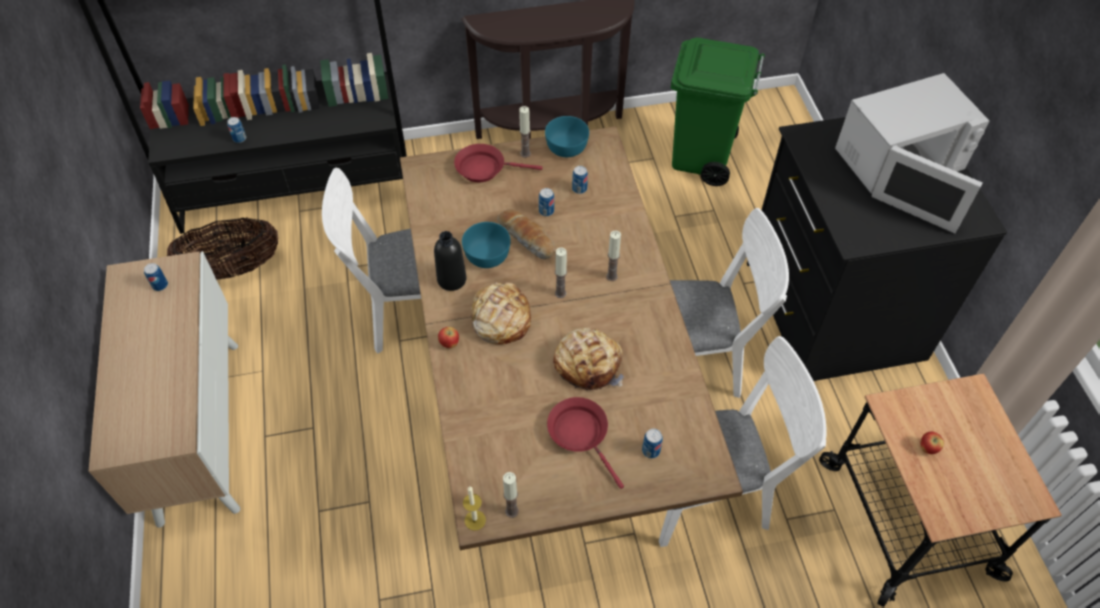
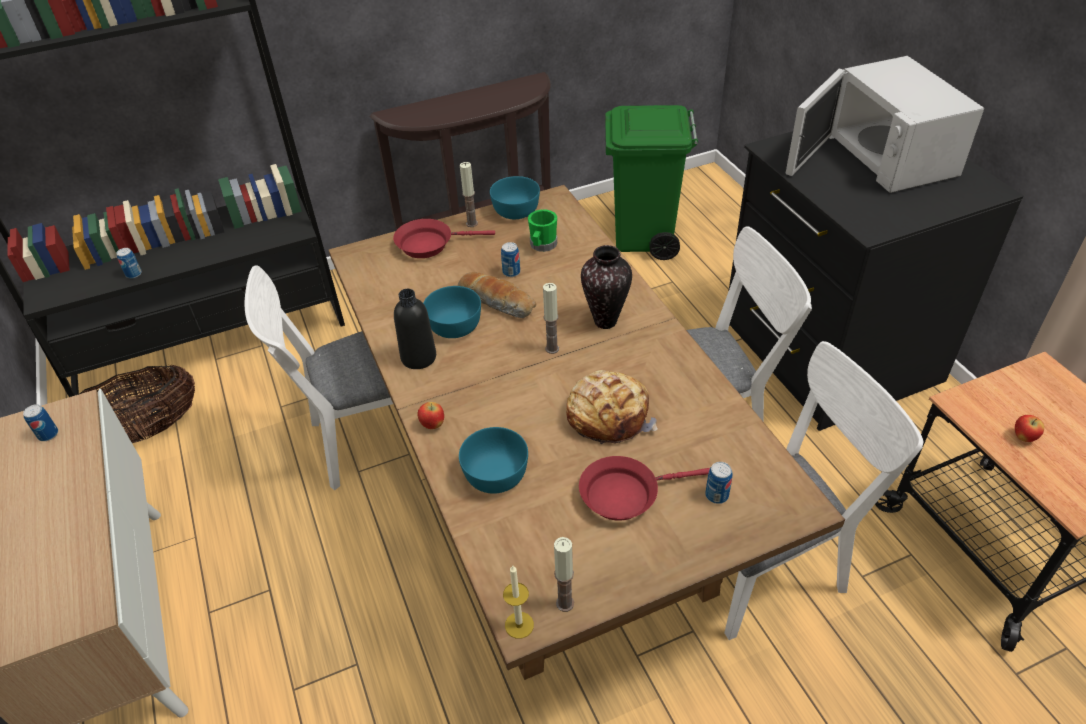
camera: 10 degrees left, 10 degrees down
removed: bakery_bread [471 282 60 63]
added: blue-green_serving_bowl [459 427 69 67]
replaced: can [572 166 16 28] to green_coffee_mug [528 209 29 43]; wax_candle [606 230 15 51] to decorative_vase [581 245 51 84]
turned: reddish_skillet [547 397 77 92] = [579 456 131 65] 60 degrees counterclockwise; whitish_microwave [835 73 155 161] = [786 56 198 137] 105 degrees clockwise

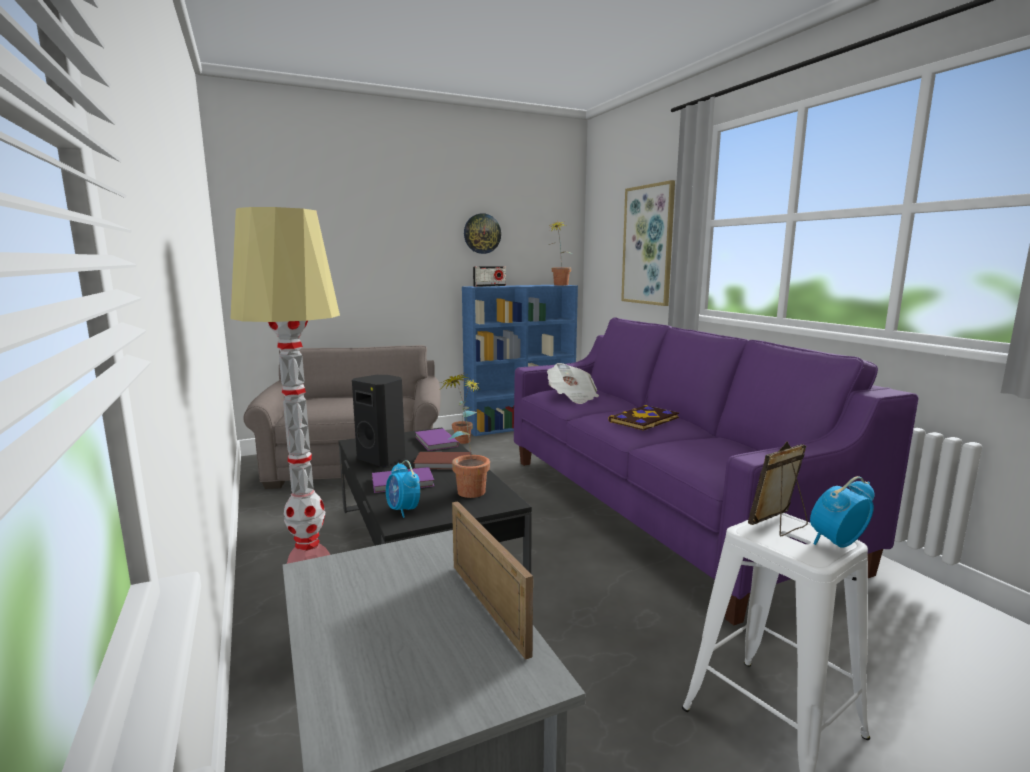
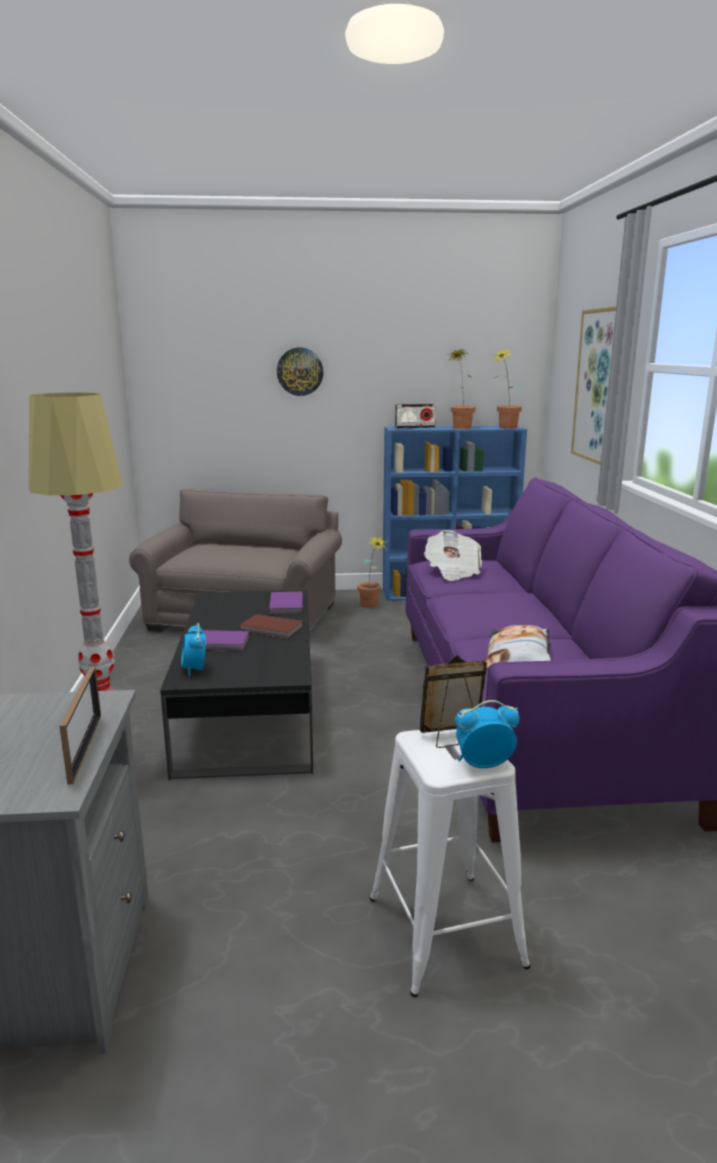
camera: 20 degrees right, 5 degrees up
removed: black-coloured_speaker [352 375 53 91]; bound_book [608 405 71 26]
added: cushion [486 625 65 45]
moved: houseplant [441 372 49 126] to [447 348 29 81]; hanging_clock [464 213 37 41] to [277 348 46 48]

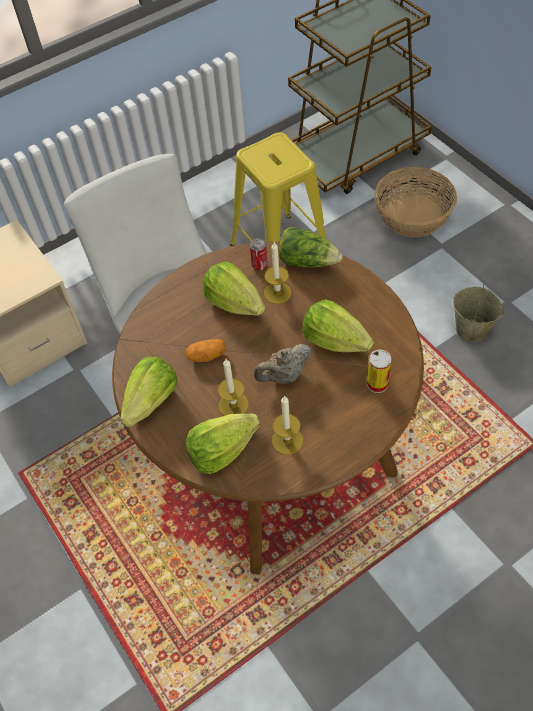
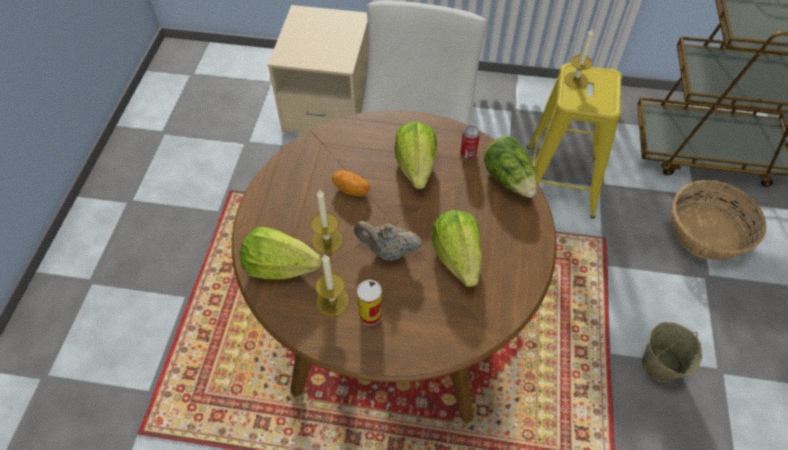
camera: 40 degrees right, 0 degrees up
removed: lettuce [120 357 58 70]
moved: wax_candle [264 242 28 62] to [564 27 30 62]; can [367 349 24 44] to [357 280 25 46]

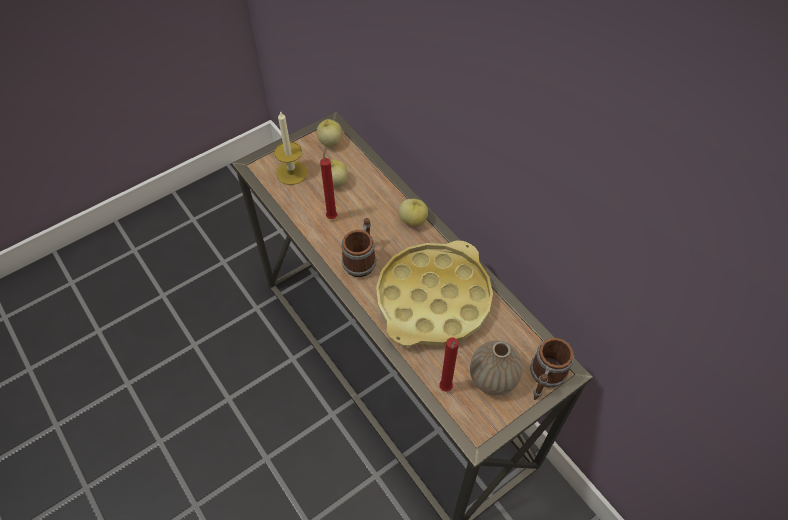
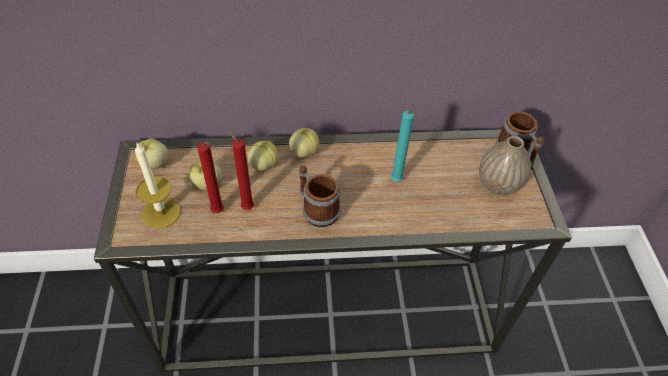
camera: 60 degrees left, 5 degrees down
added: whole_apple [248 141 31 30]
moved: reddish_wax_candle [439 338 20 54] to [197 141 27 72]
replaced: yellow_carrying_tray [376 240 117 107] to blue-green_wax_candle [391 110 26 72]

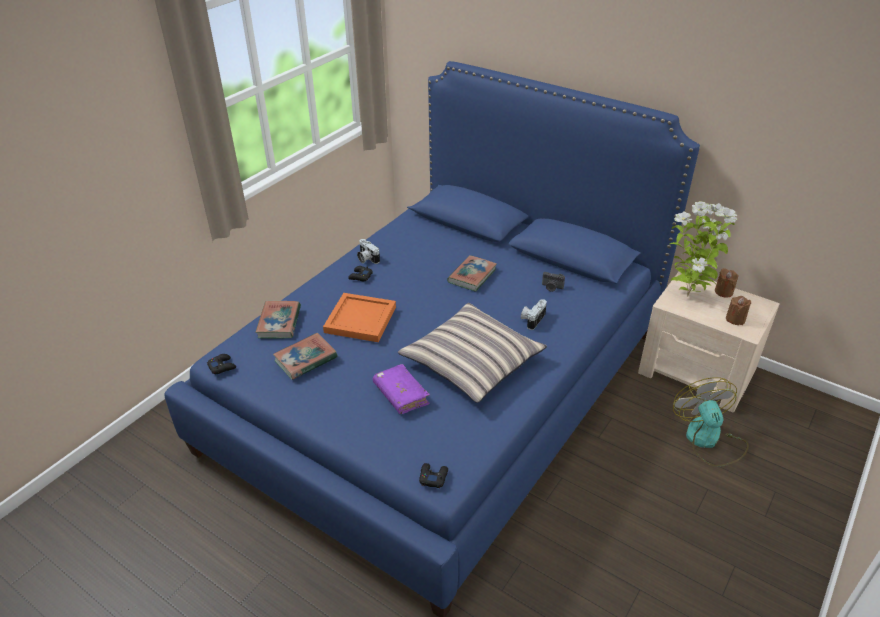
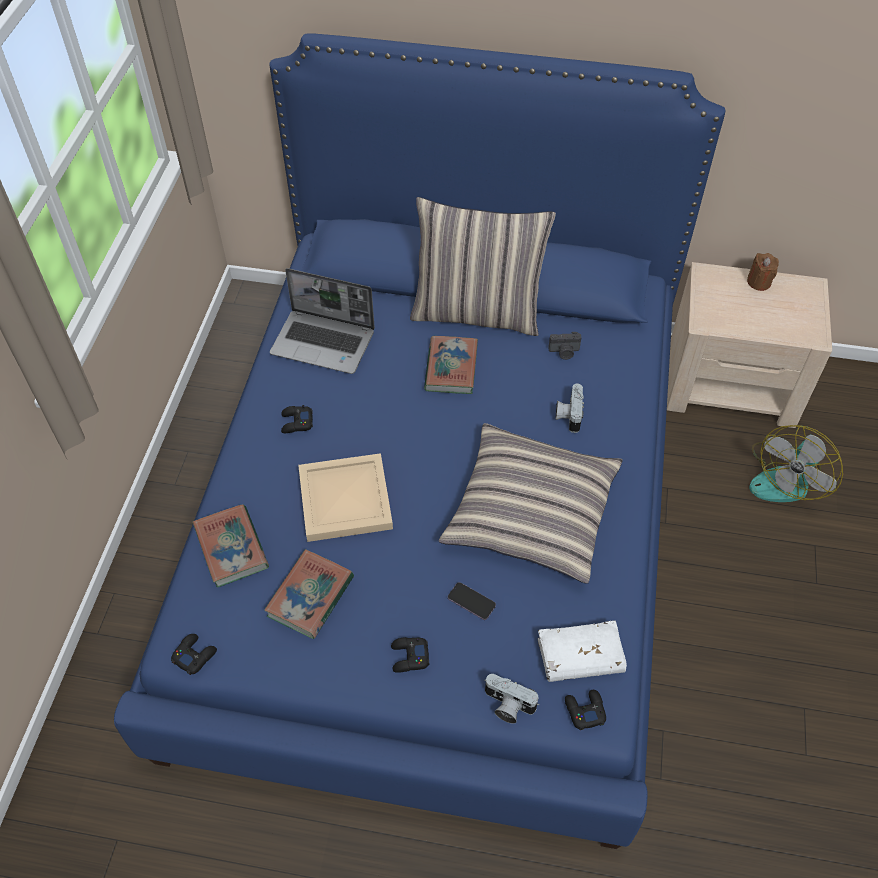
camera: 25 degrees left, 15 degrees up
removed: houseplant [670 201 68 96]; brown_wax_candle [726 296 25 29]
added: notebook_computer [270 268 105 106]; black-coloured_game_controller [391 637 38 36]; cushion [410 197 146 139]; whitish_bound_book [538 620 89 62]
moved: still_camera [357 239 23 25] to [484 674 55 50]
replaced: purplish_bound_book [373 364 57 50] to handset [448 582 48 38]
recoloured: orange-coloured_carrying_tray [323 293 73 49] to sand-coloured_carrying_tray [298 453 95 89]
turned: fan [673 377 76 89] = [749 425 94 77] 105 degrees counterclockwise

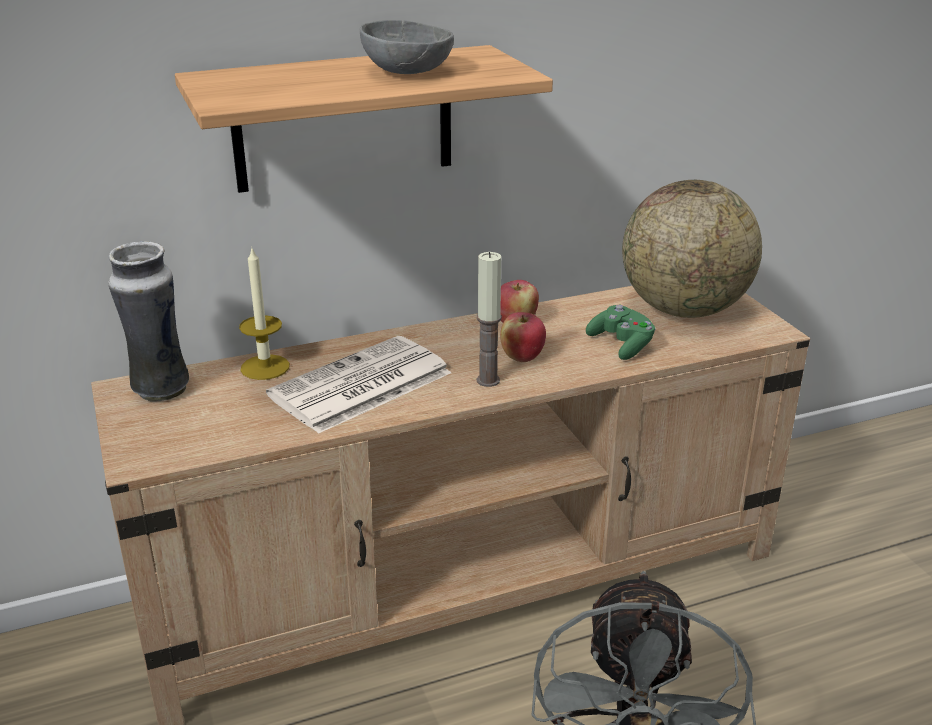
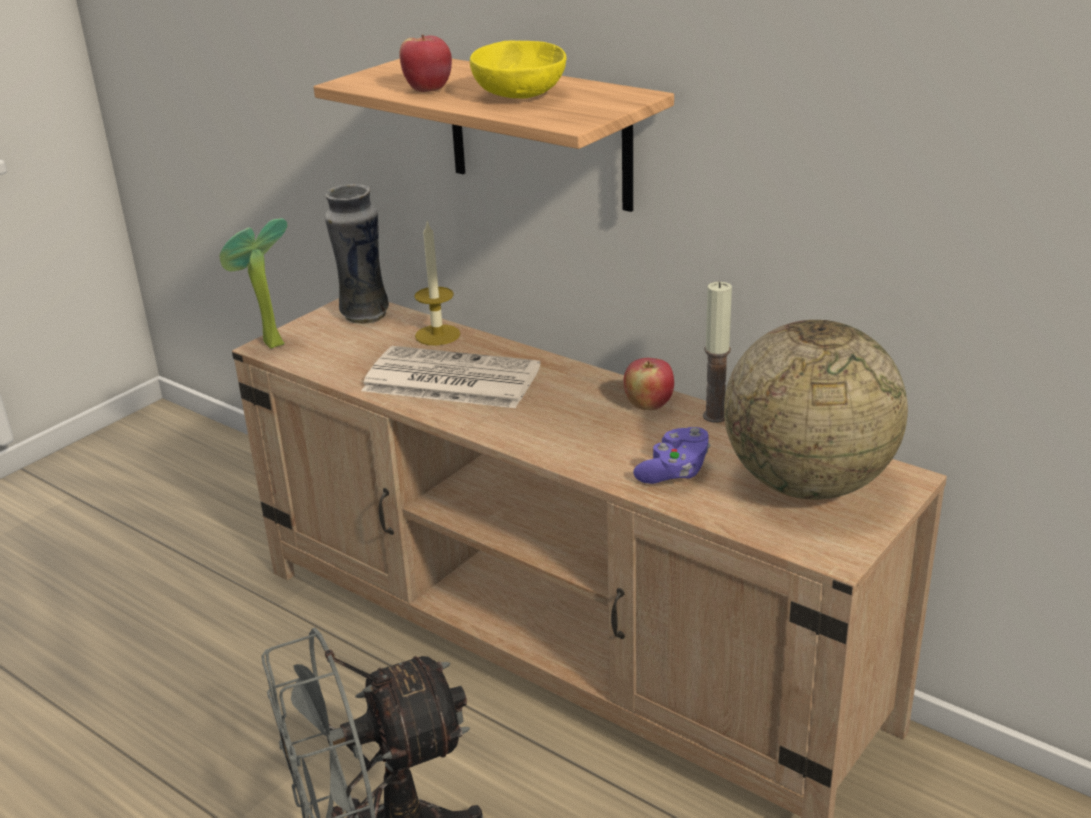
camera: 60 degrees right, 0 degrees up
added: houseplant [220 218 67 131]
moved: wax_candle [477 252 25 135] to [703 282 29 141]; whole_apple [500 312 46 50] to [400 35 52 57]
recoloured: gray_serving_bowl [360 20 94 54] to yellow_serving_bowl [470 40 96 59]; green_game_controller [586 305 70 55] to purplish_game_controller [633 427 77 57]

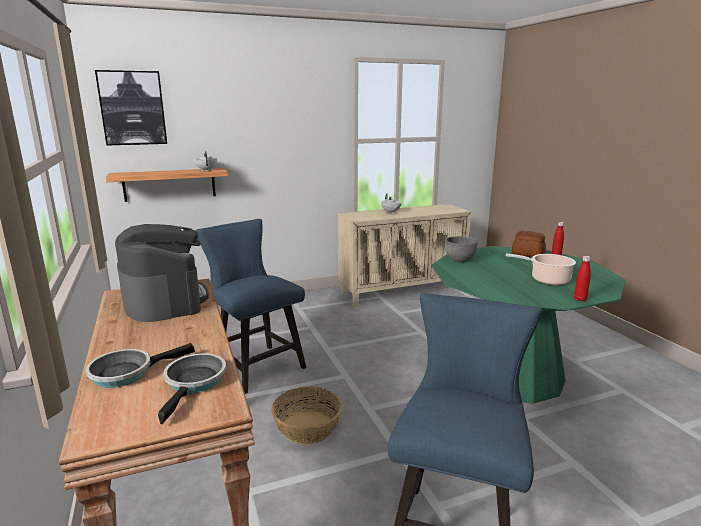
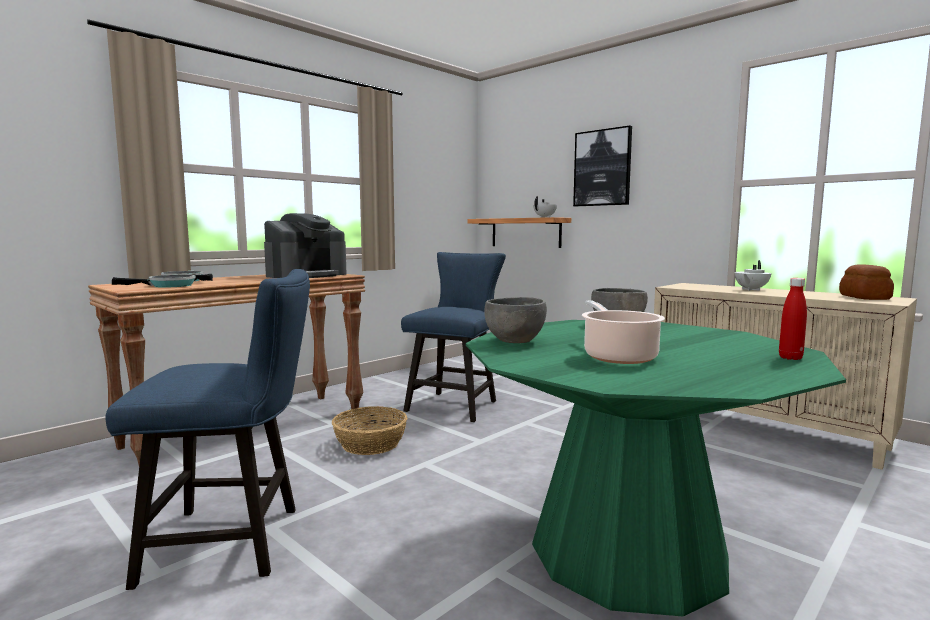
camera: 65 degrees right, 10 degrees down
removed: reddish_drink_bottle [574 256 17 45]
added: gray_serving_bowl [484 297 63 46]
moved: wall_picture [95 70 72 76] to [573 126 59 80]; bakery_bread [512 230 34 27] to [839 265 55 35]

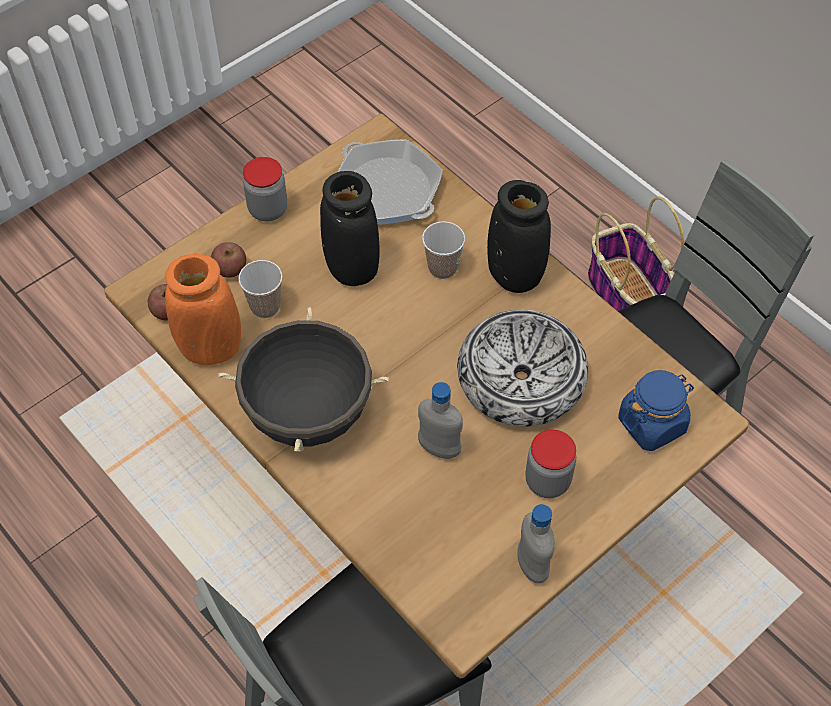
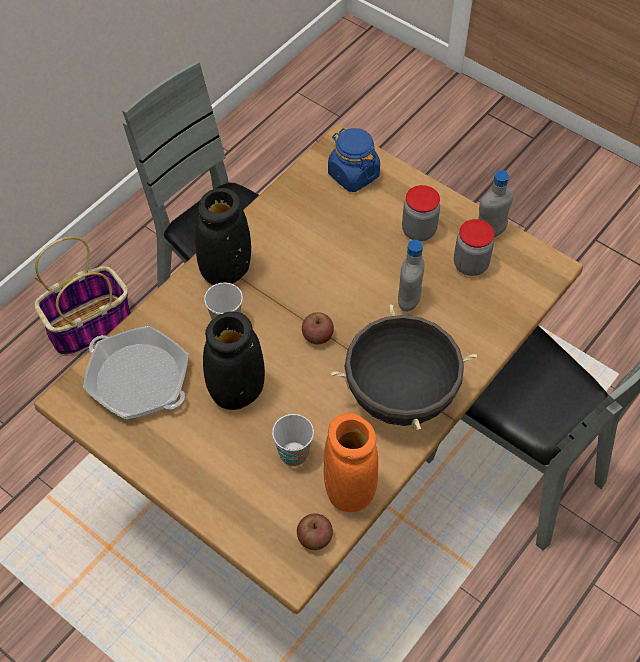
camera: 100 degrees left, 0 degrees up
removed: serving_bowl [457 310 131 117]
moved: whole_apple [211 242 35 36] to [302 312 32 32]; jar [243 157 44 64] to [454 219 40 57]
turned: skillet [338 139 105 86] = [83 326 105 93] 90 degrees clockwise

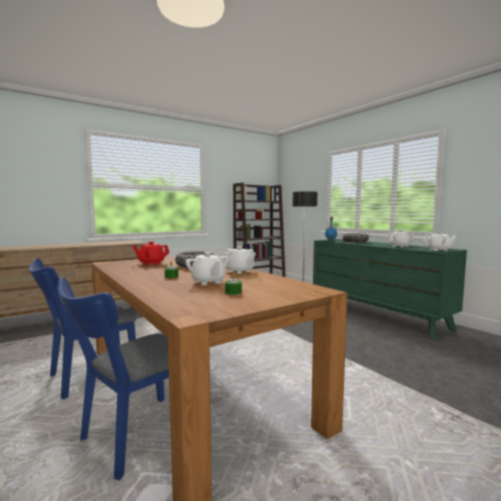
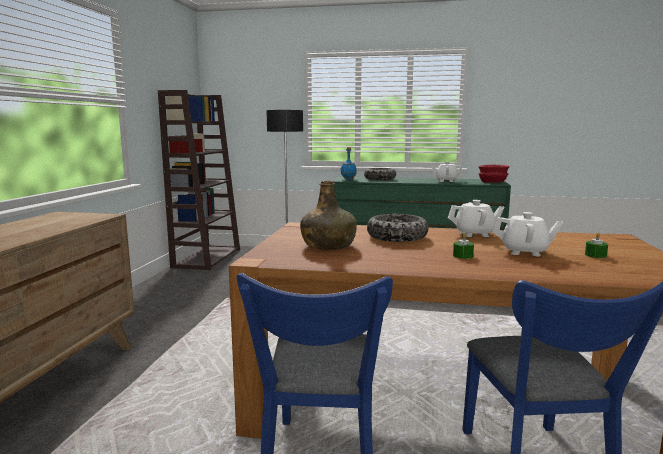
camera: 45 degrees left, 5 degrees up
replaced: reddish_tea_pot [133 241 36 24] to green_drink_bottle [300 181 57 69]; whitish_tea_pot [423 231 34 20] to reddish_serving_bowl [478 165 32 18]

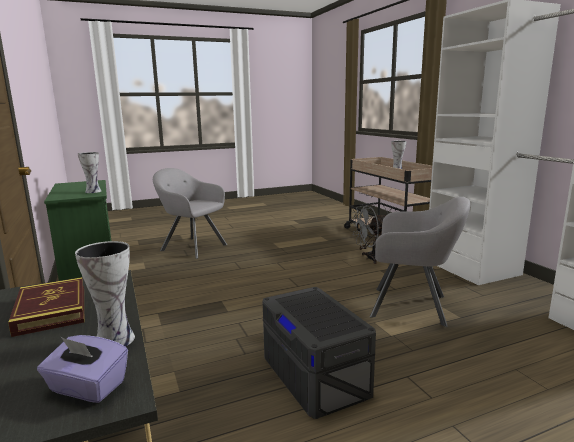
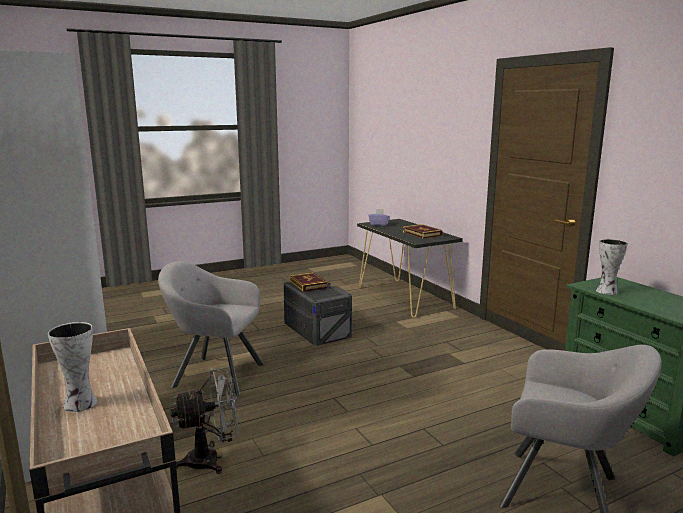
camera: 175 degrees right, 0 degrees up
removed: decorative_vase [75 241 60 105]
added: bound_book [290 272 38 20]

